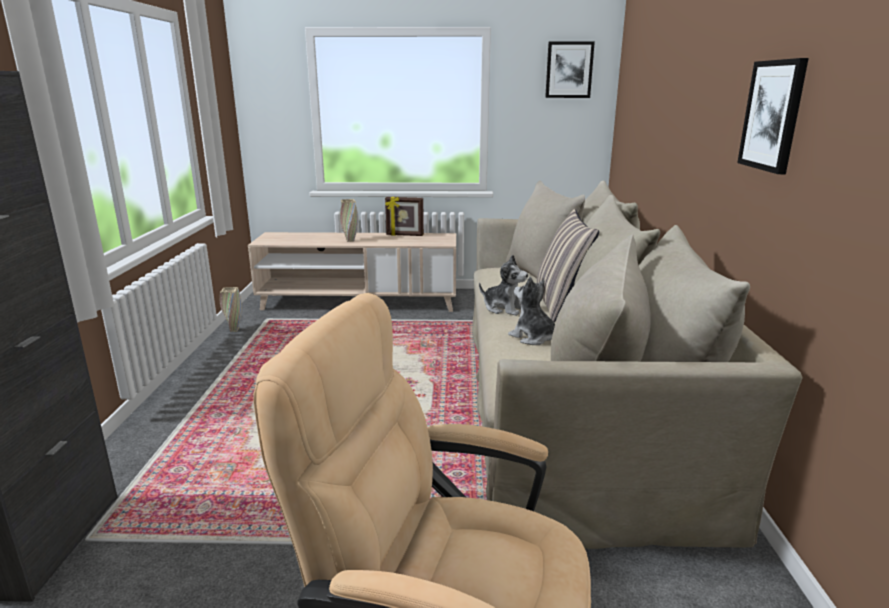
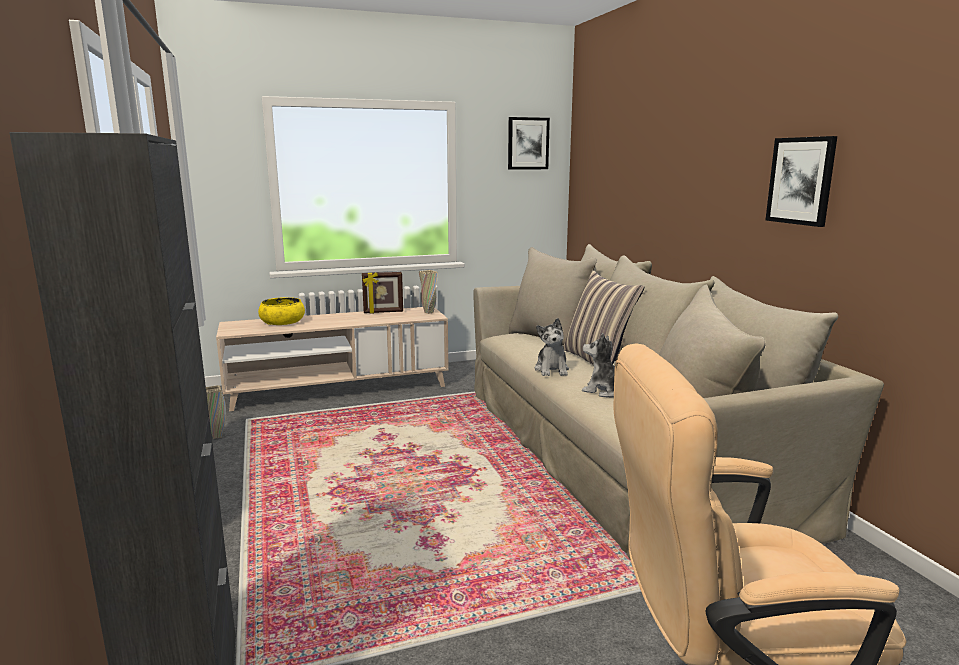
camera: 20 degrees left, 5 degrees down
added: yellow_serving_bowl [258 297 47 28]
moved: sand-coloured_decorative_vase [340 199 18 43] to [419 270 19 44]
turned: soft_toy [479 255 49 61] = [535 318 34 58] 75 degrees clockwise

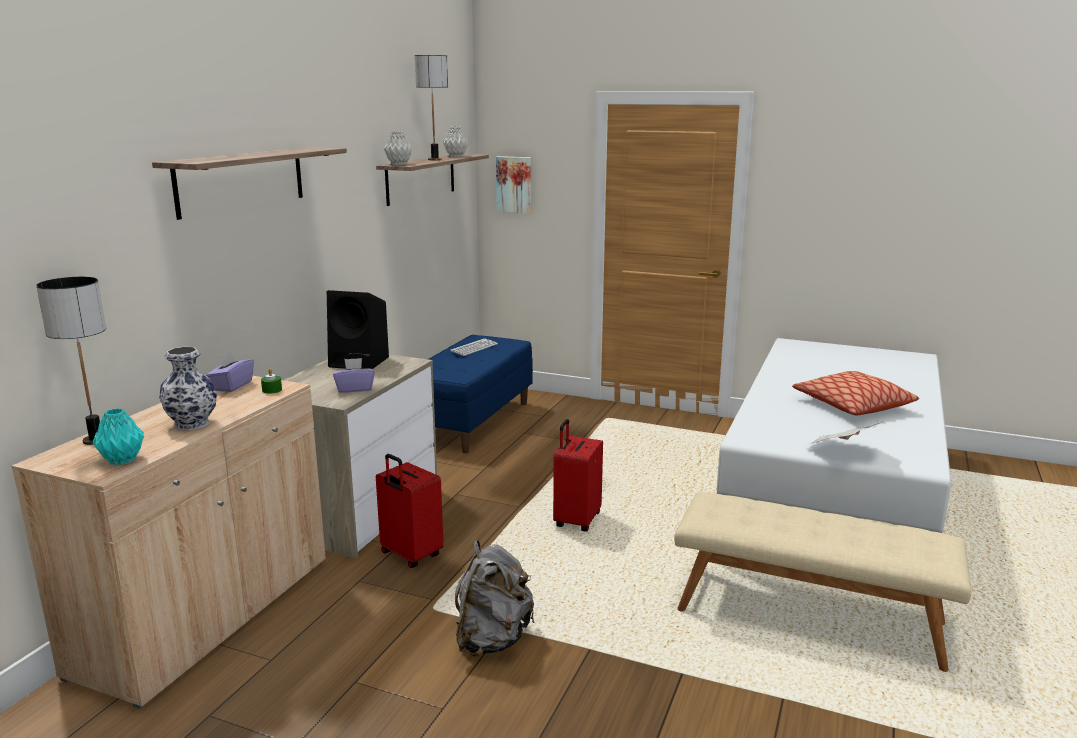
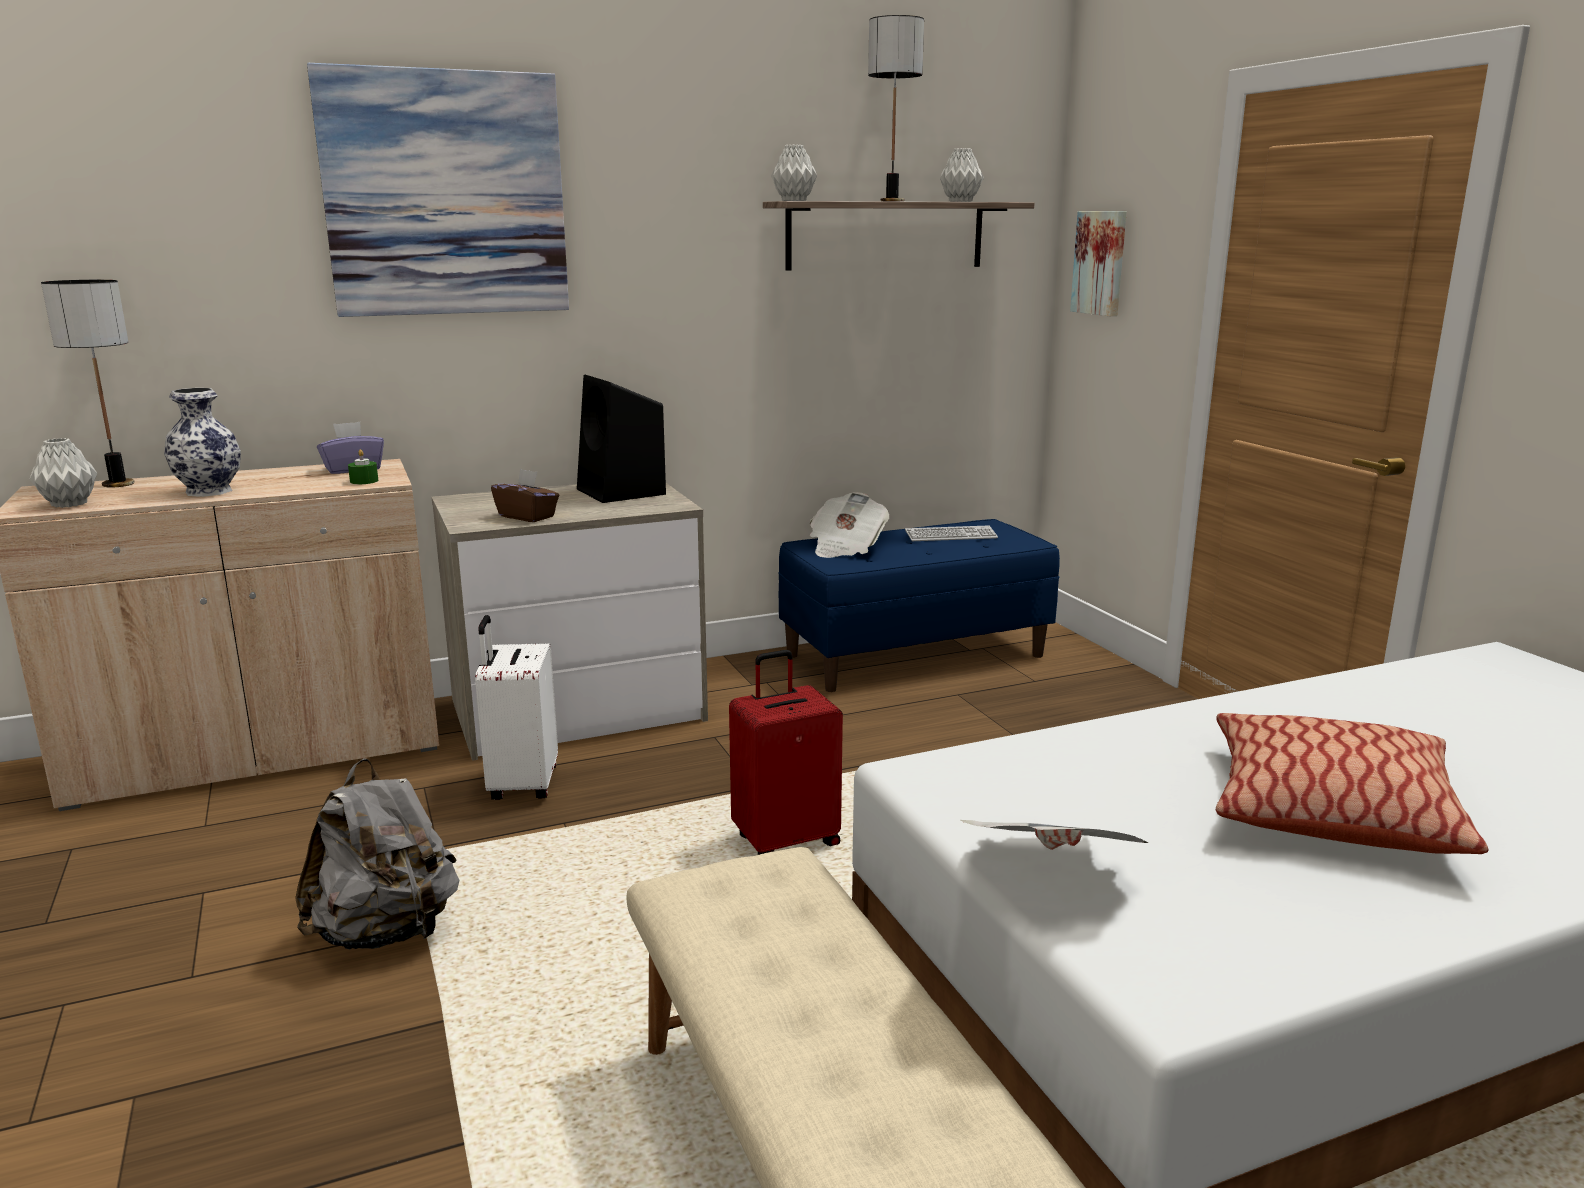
camera: 45 degrees right, 0 degrees up
added: daily_paper [810 492 79 66]
replaced: bracket_shelf [152 147 195 73] to wall_picture [307 63 262 254]
recoloured: blue-green_decorative_vase [92 408 52 57] to gray_decorative_vase [29 438 68 70]; purplish_tissue_holder [333 358 42 35] to brown_tissue_holder [491 469 68 53]; reddish_suitcase [376 454 68 114] to whitish_suitcase [475 615 83 185]

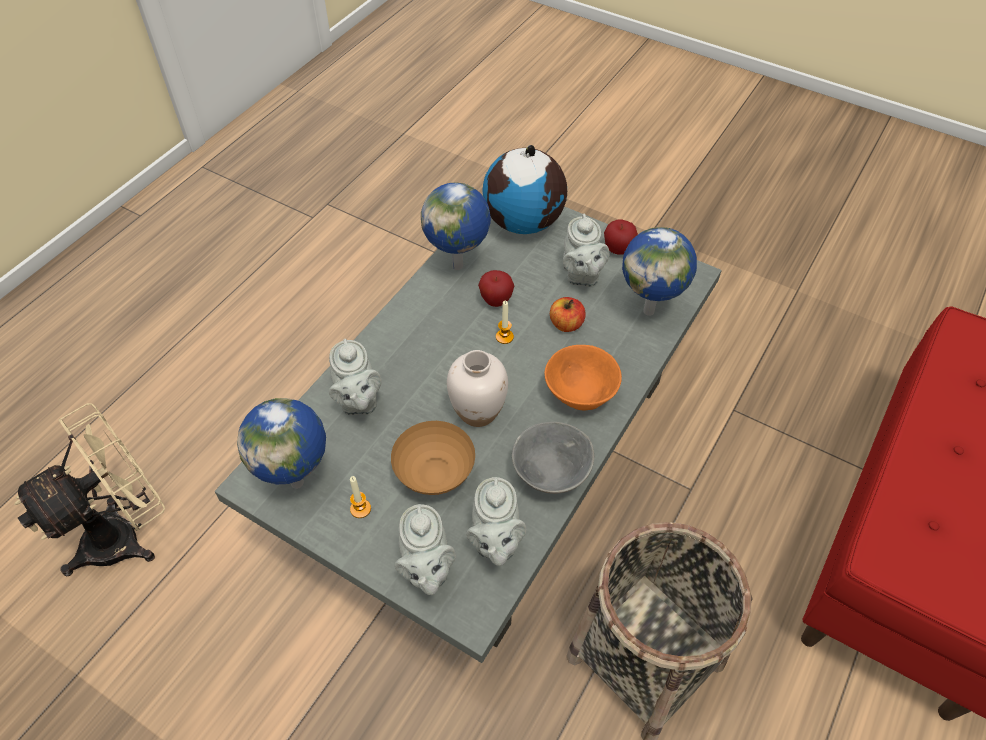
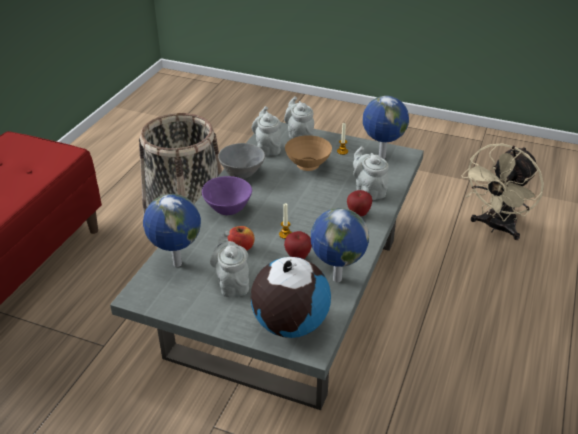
camera: 170 degrees right, 15 degrees down
removed: whitish_decorative_vase [447 350 61 77]
moved: whole_apple [604 220 34 35] to [347 190 25 26]
recoloured: orange-coloured_serving_bowl [545 345 77 66] to purplish_serving_bowl [202 176 50 39]

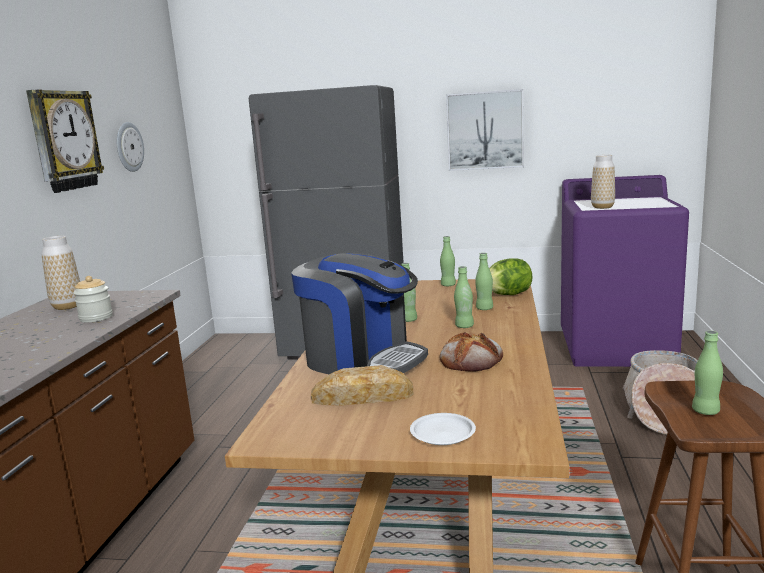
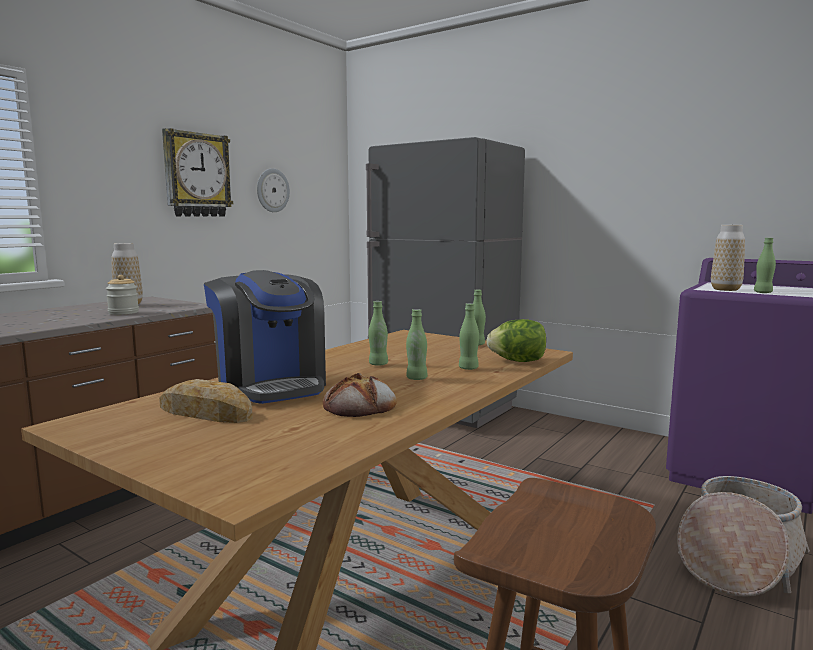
camera: 25 degrees right, 5 degrees down
removed: whitish_plate [410 413 66 32]; wall_picture [446 89 78 82]
moved: green_drink_bottle [692 331 31 84] to [754 238 22 55]

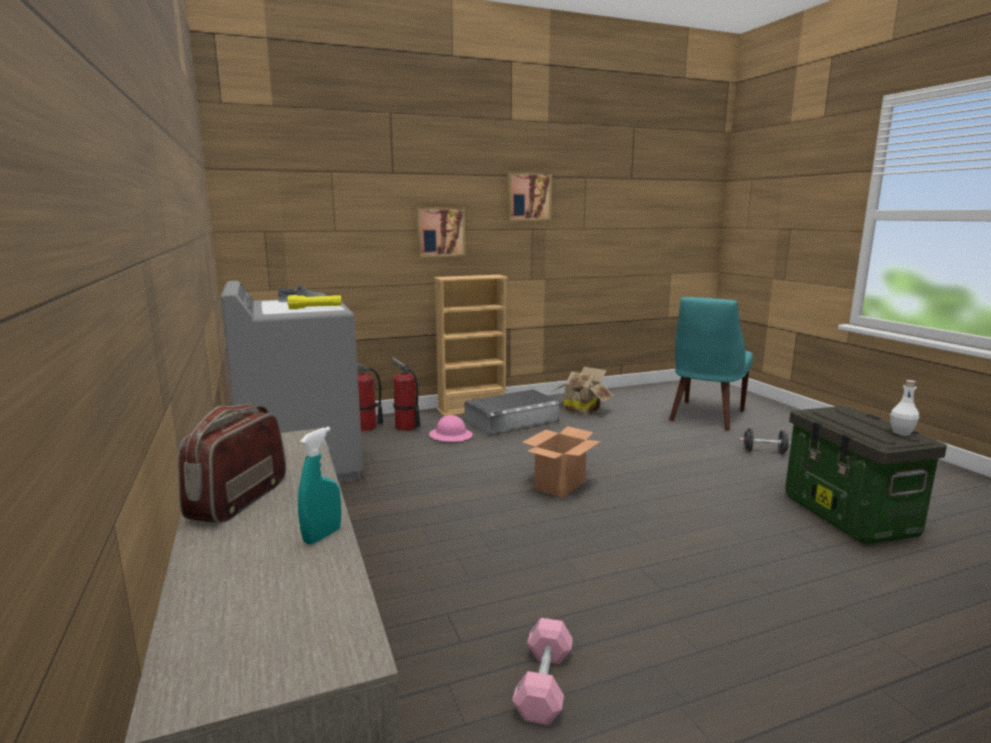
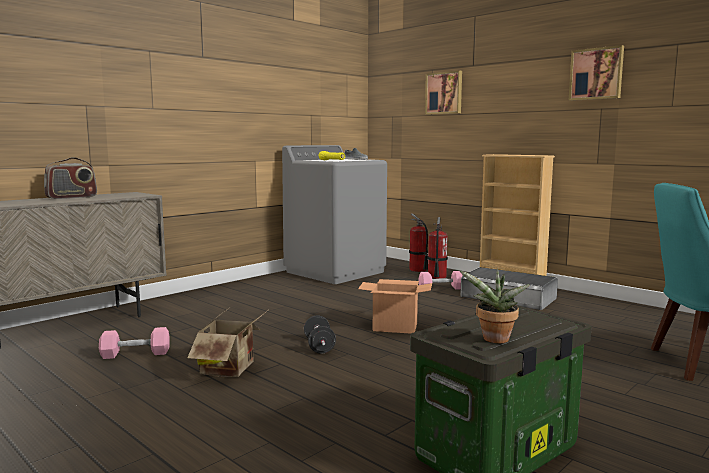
camera: 65 degrees right, 5 degrees down
removed: blue-green_hand_sprayer [298 427 43 118]
moved: wall_picture [417 207 48 50] to [425 70 37 44]; carton [551 367 63 48] to [188 306 79 71]; black-coloured_hand_weight [739 428 52 26] to [304 315 32 38]
replaced: pinkish_hard_hat [429 415 44 27] to pinkish_hand_weight [418 271 45 19]; whitish_drink_bottle [890 380 29 56] to houseplant [459 269 71 74]
turned: radio [178 404 108 120] = [44 157 53 42] 150 degrees clockwise

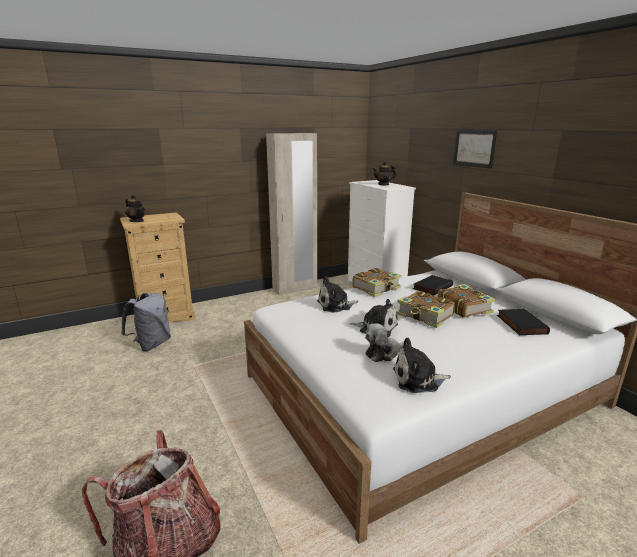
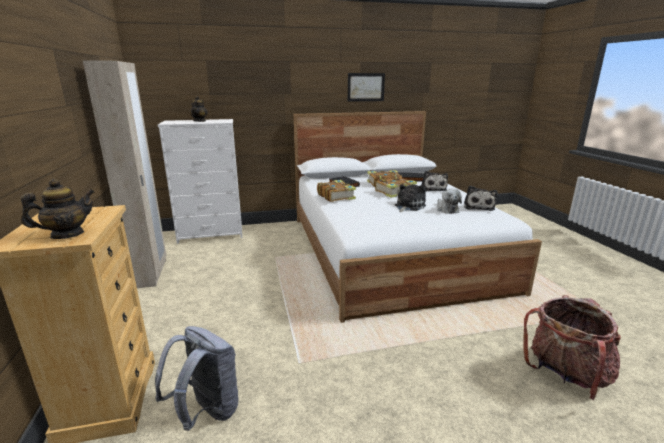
camera: 75 degrees left, 0 degrees up
moved: soft_toy [317 276 41 37] to [421 171 27 21]; wall_picture [453 130 44 39] to [348 73 37 29]

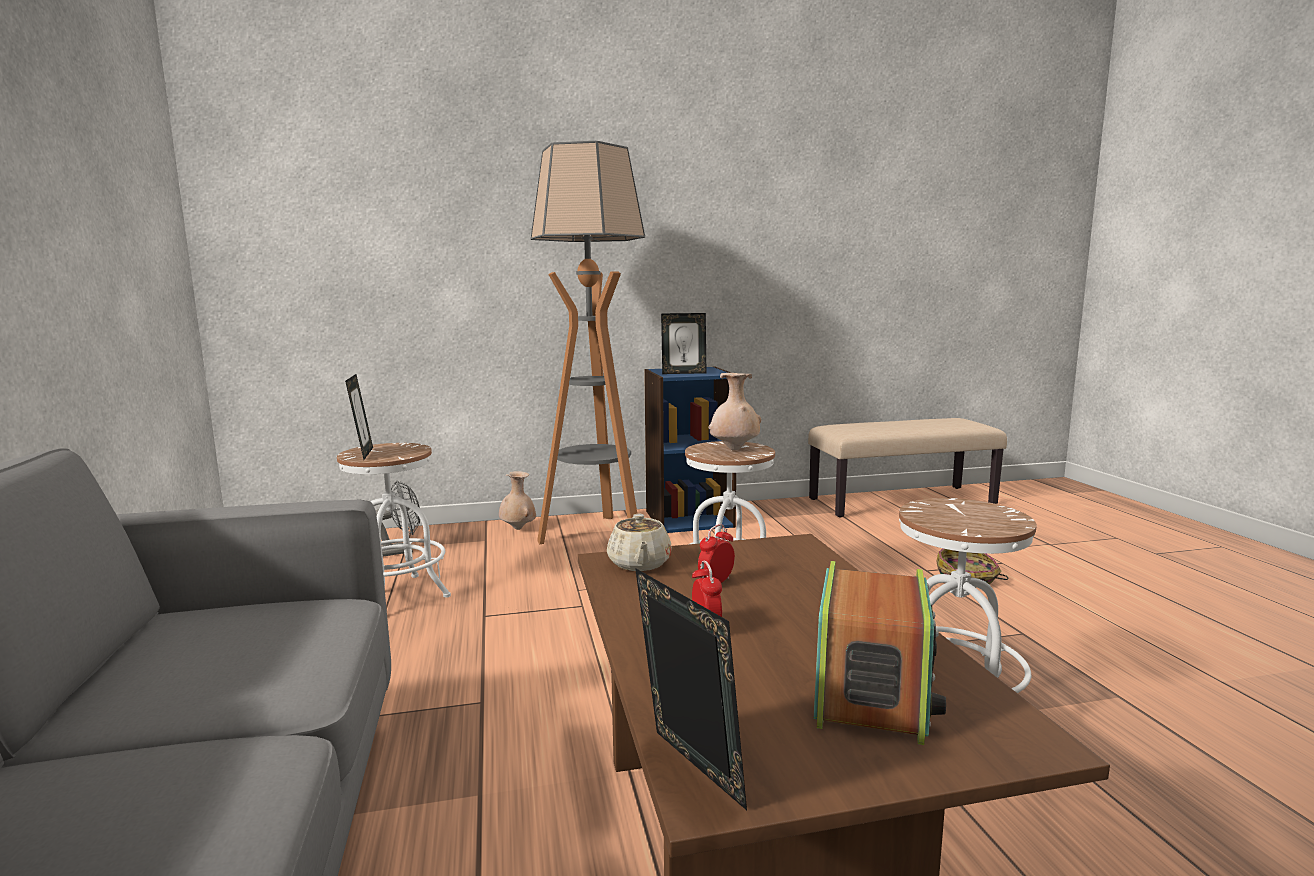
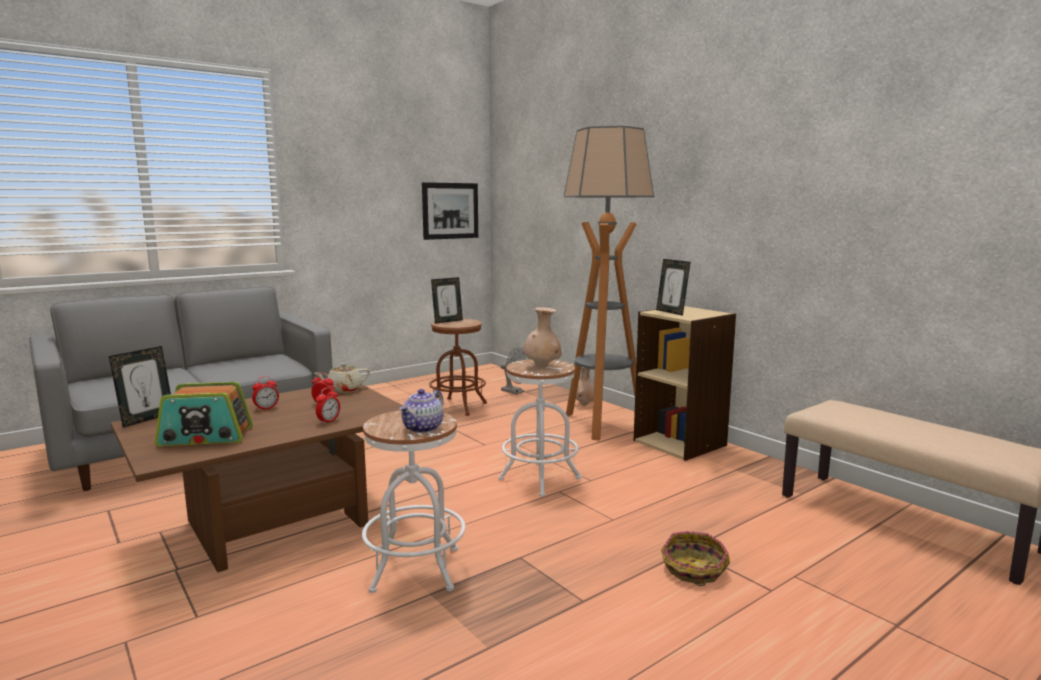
camera: 65 degrees right, 0 degrees up
added: table_clock [316 387 24 37]; tea_pot [399 389 44 44]; wall_picture [422 182 56 58]
recoloured: whitish_stool [337 443 114 155] to brown_stool [429 319 58 97]; blue-coloured_bookcase [644 367 92 166] to sand-coloured_bookcase [634 306 102 155]

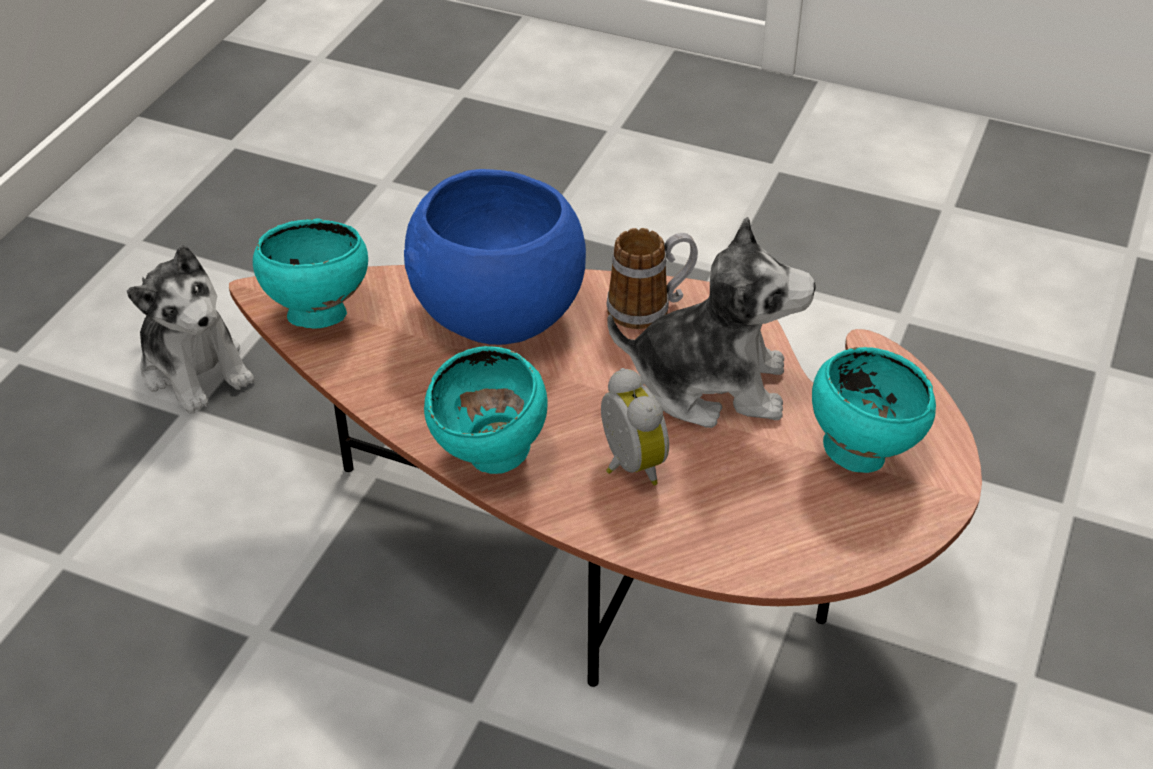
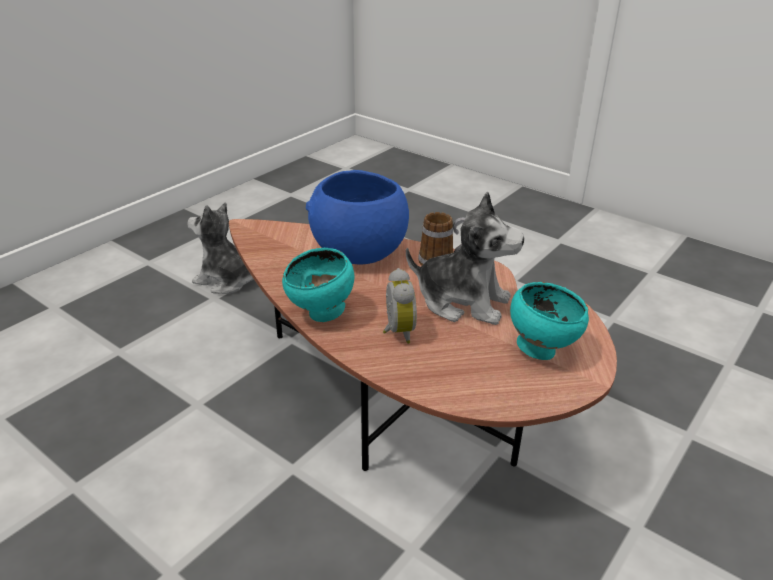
camera: 15 degrees right, 10 degrees down
removed: blue-green_serving_bowl [253 219 115 110]
turned: soft_toy [127 245 127 168] = [187 202 67 92] 135 degrees clockwise

